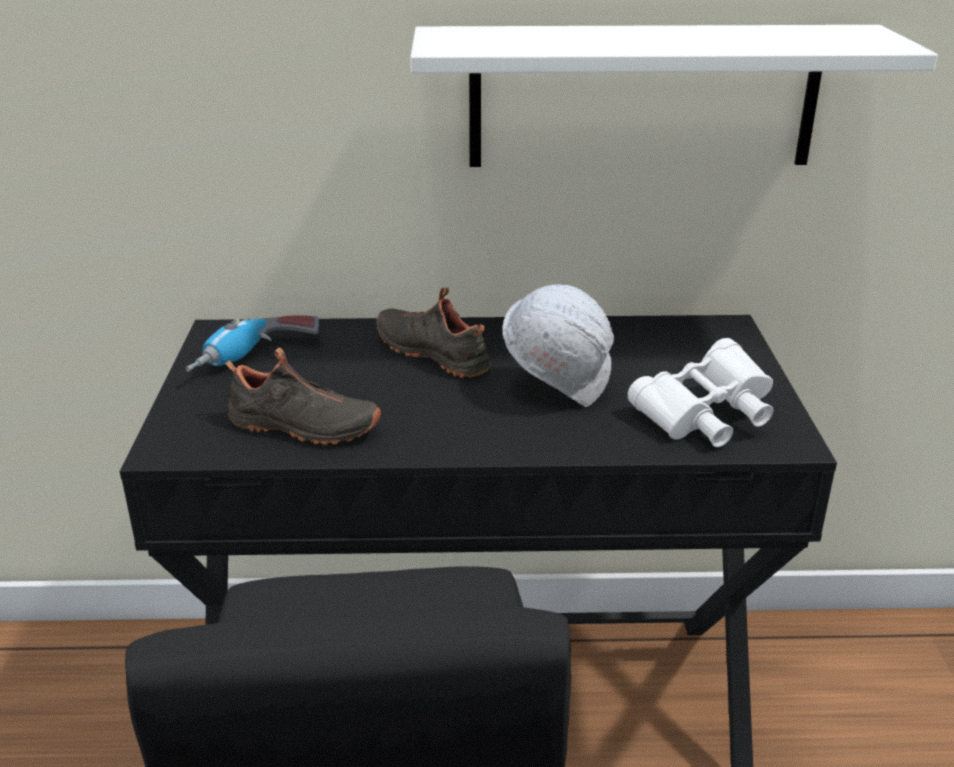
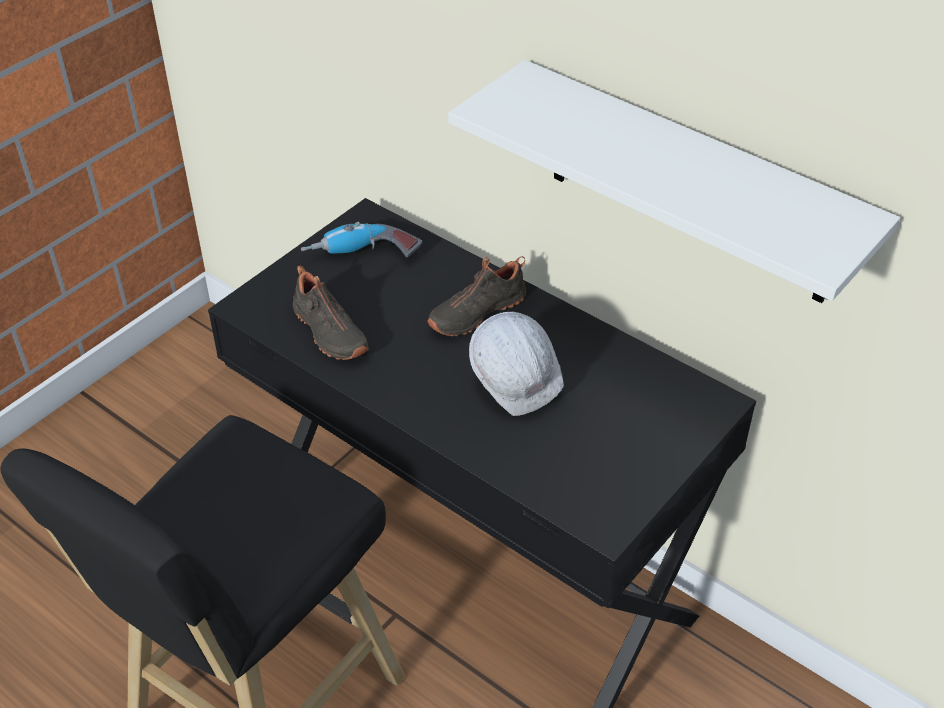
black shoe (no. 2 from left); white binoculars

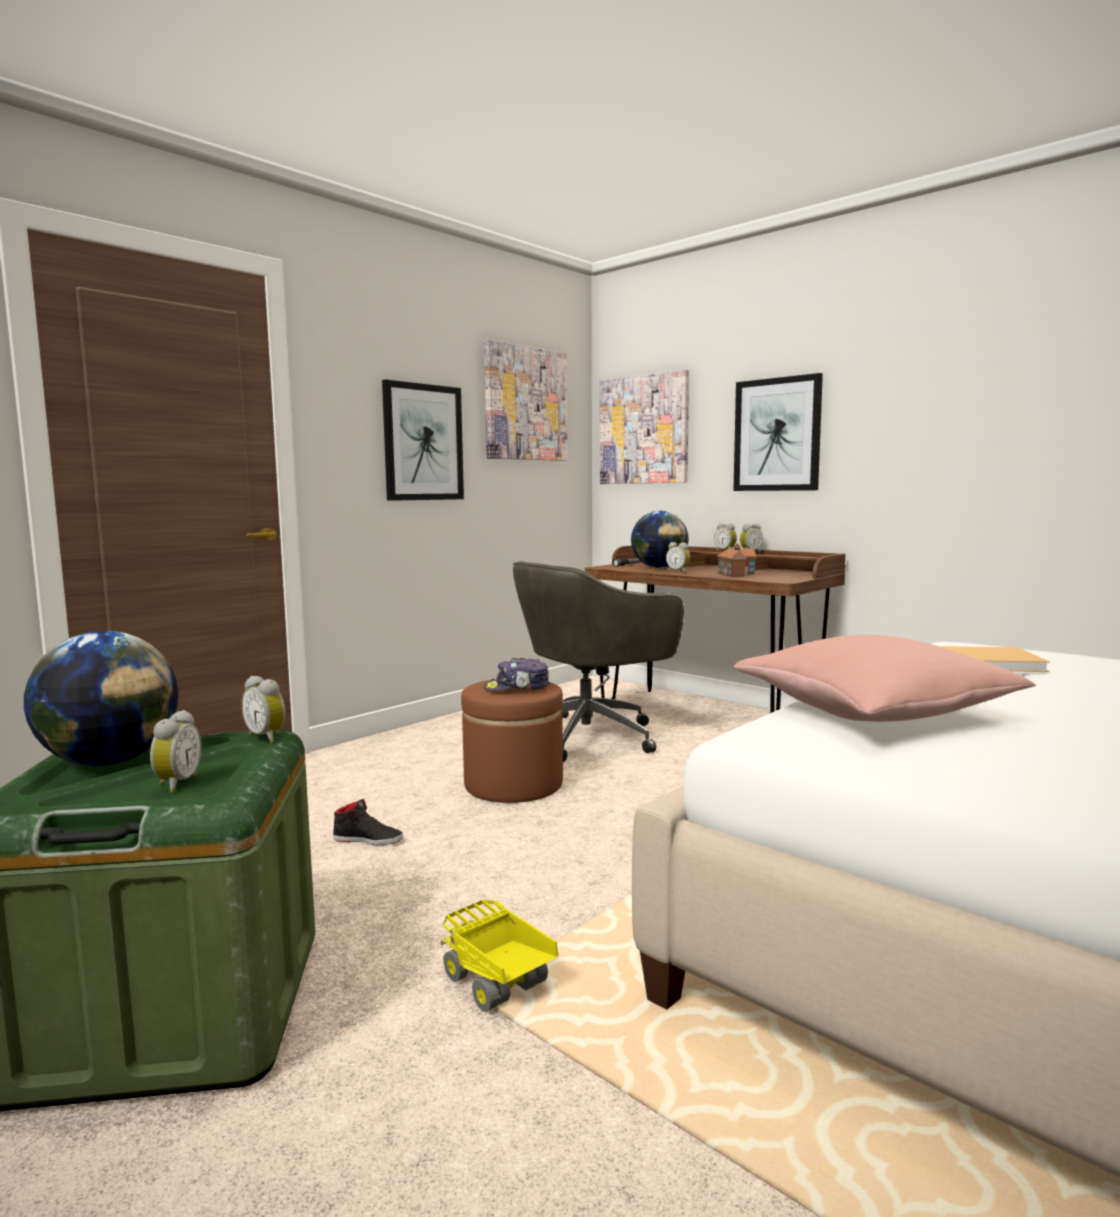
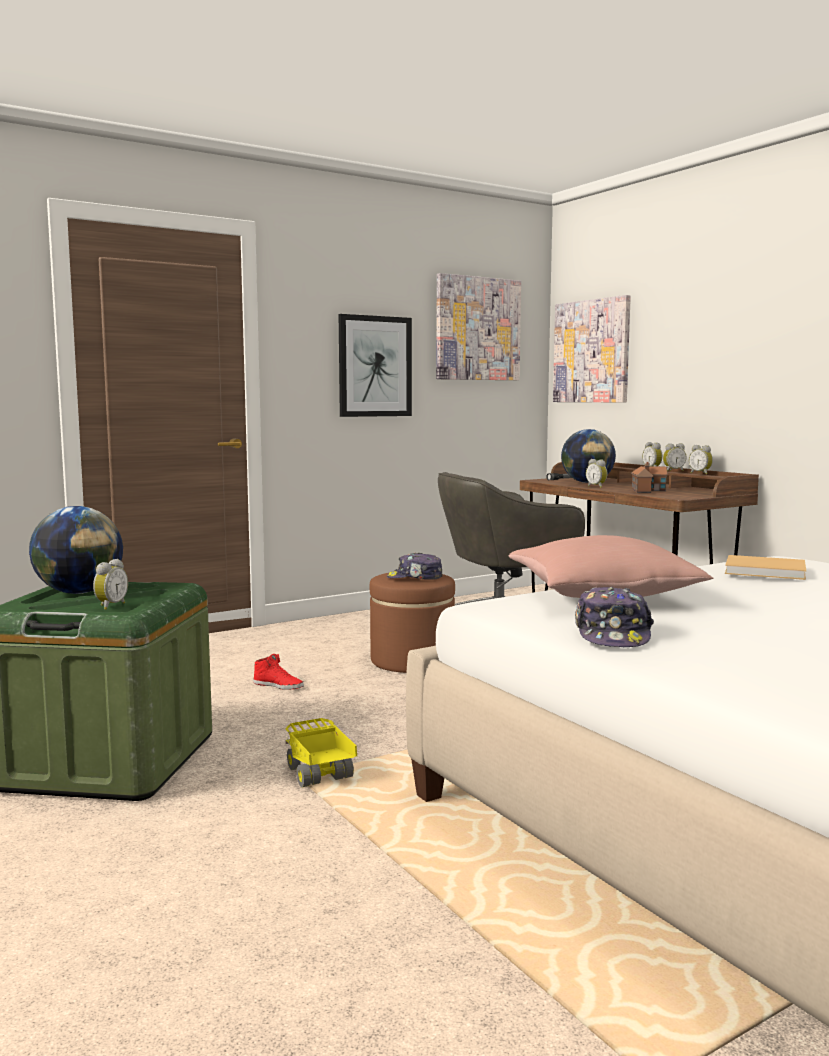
picture (no. 4 from left in the first image); alarm clock (no. 5 from left); red shoe; cap (no. 2 from left)

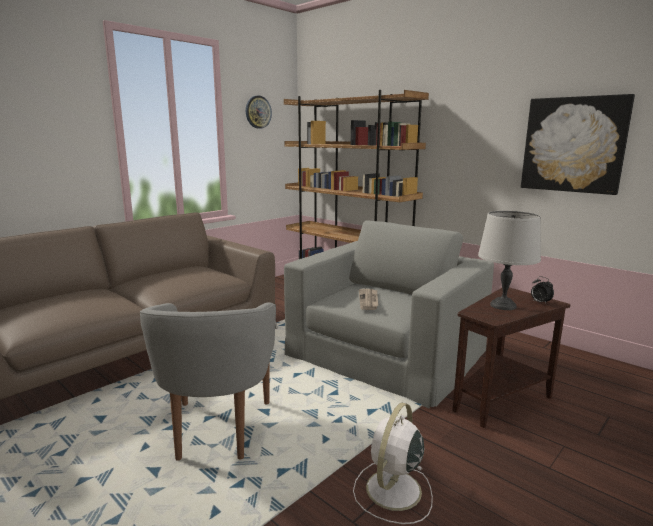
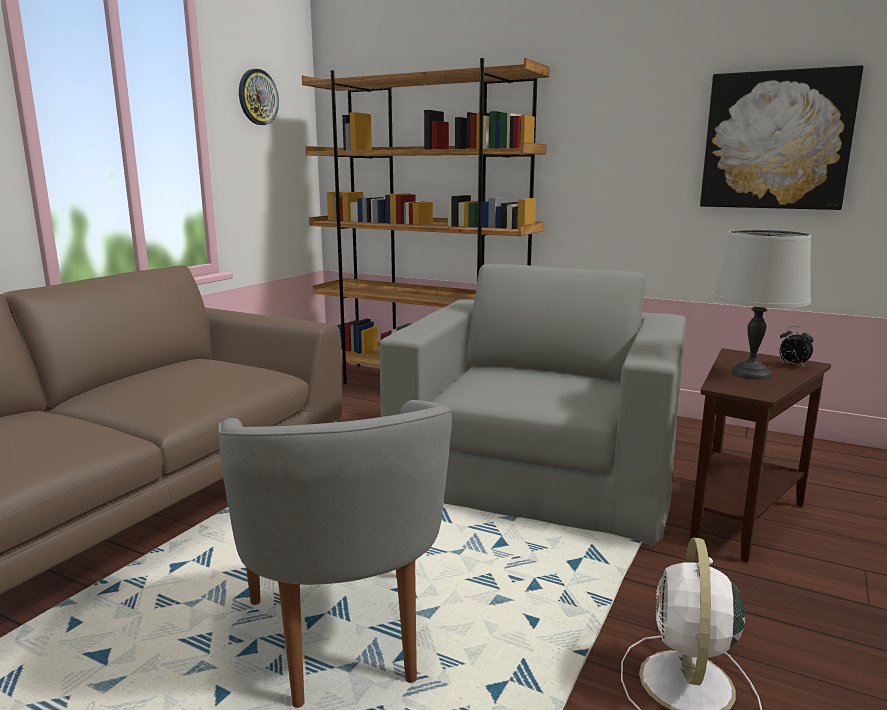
newspaper

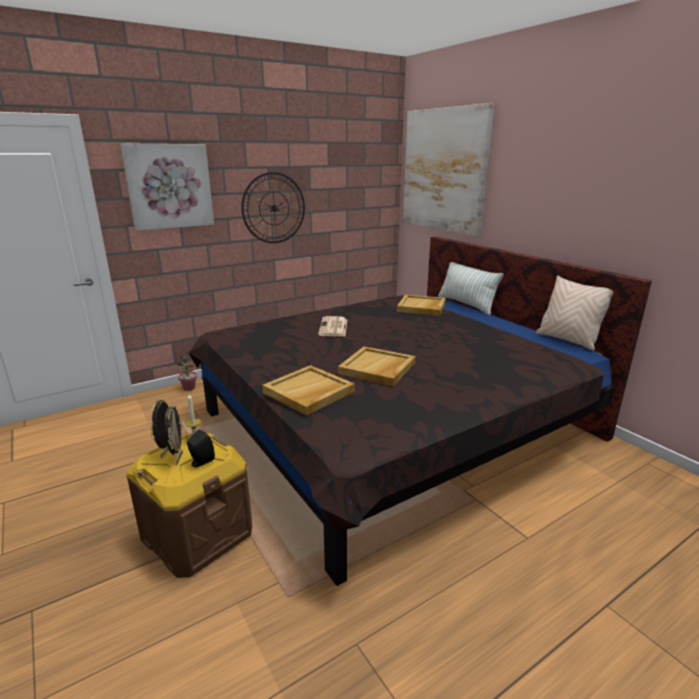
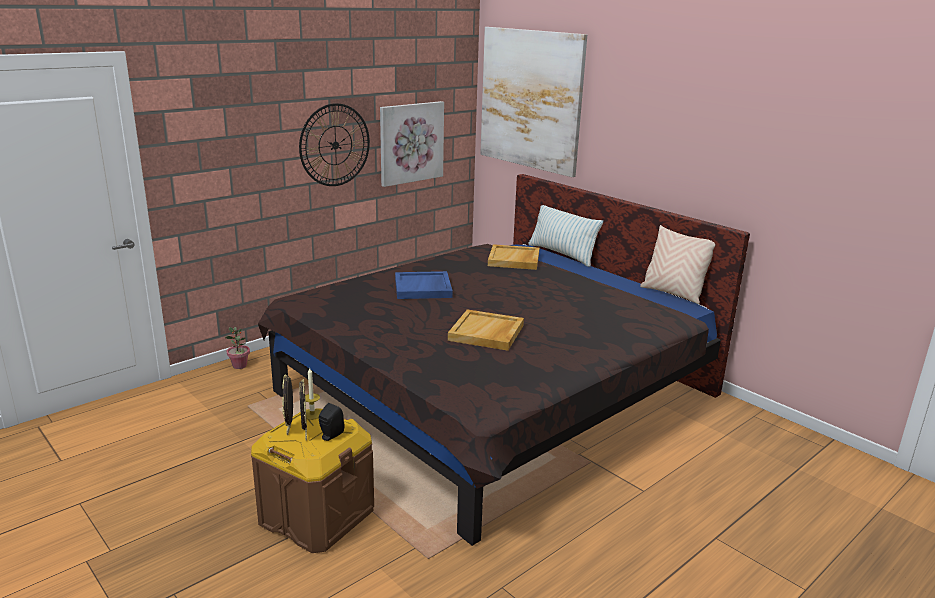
picture (no. 1 from left); blue tray; beige tray (no. 1 from left in the first image)

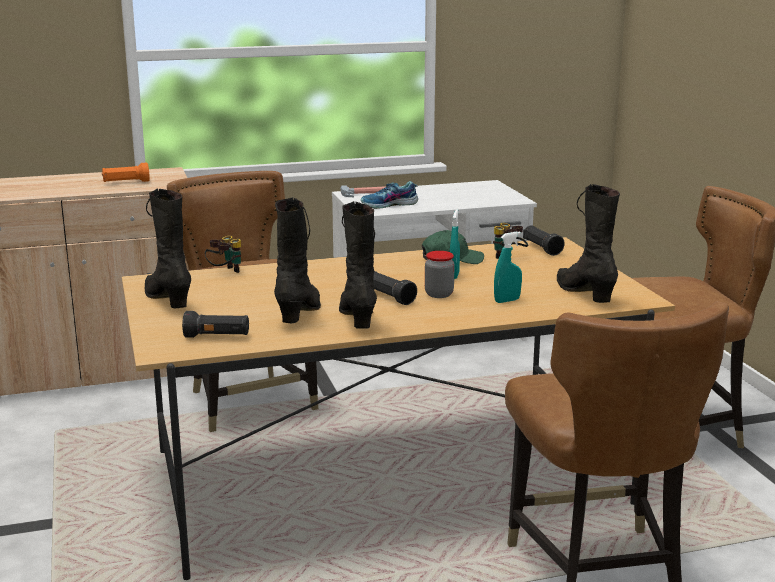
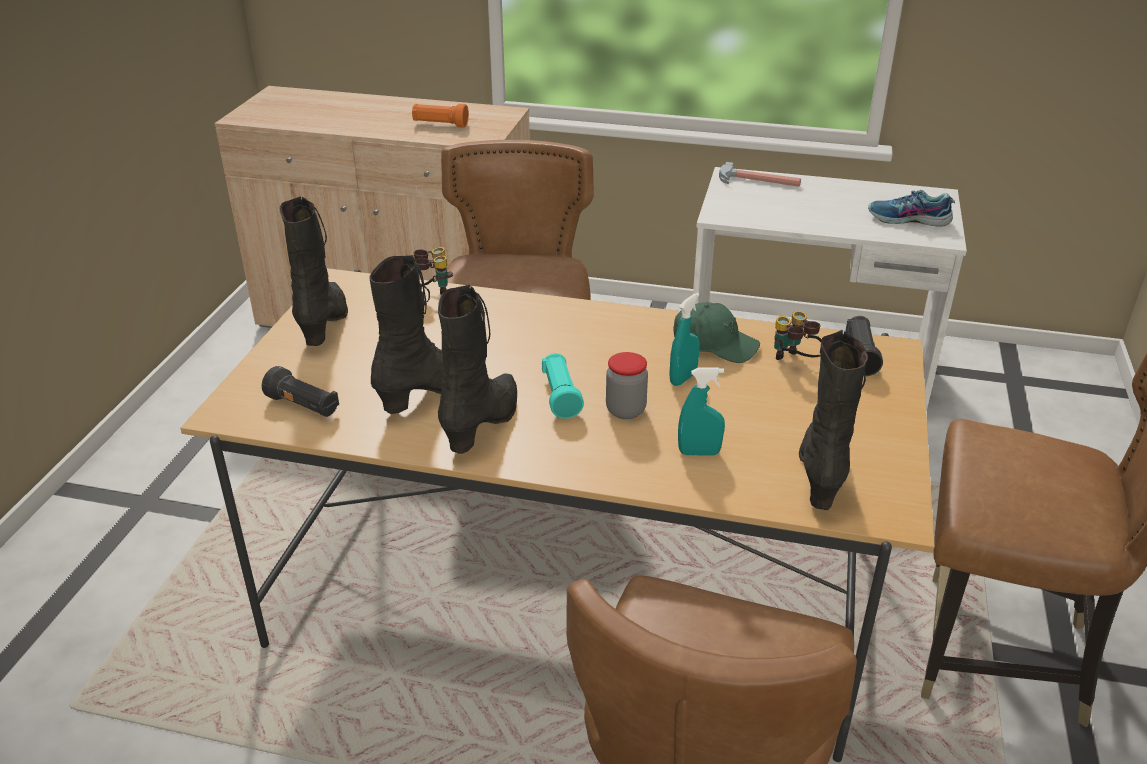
shoe; turquoise flashlight

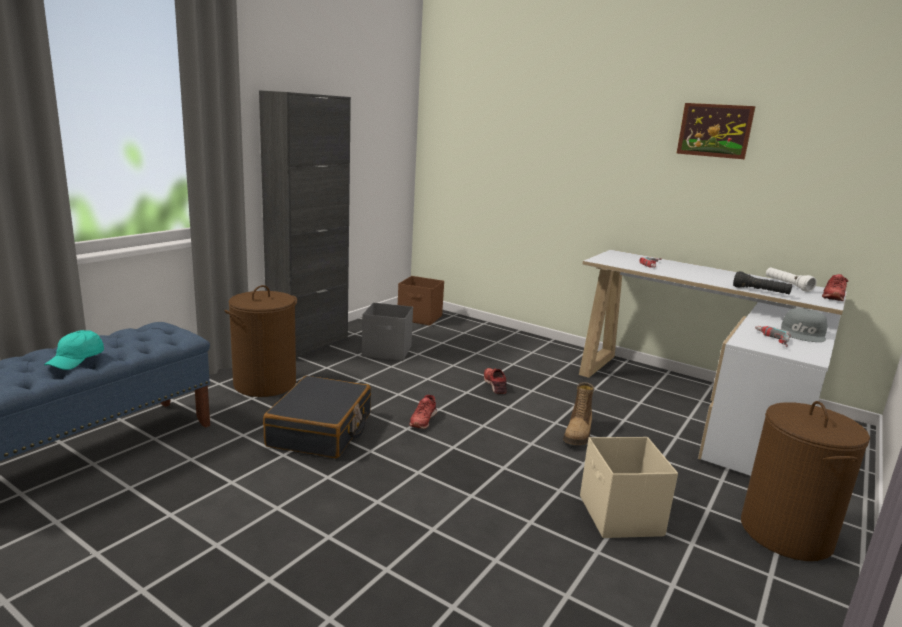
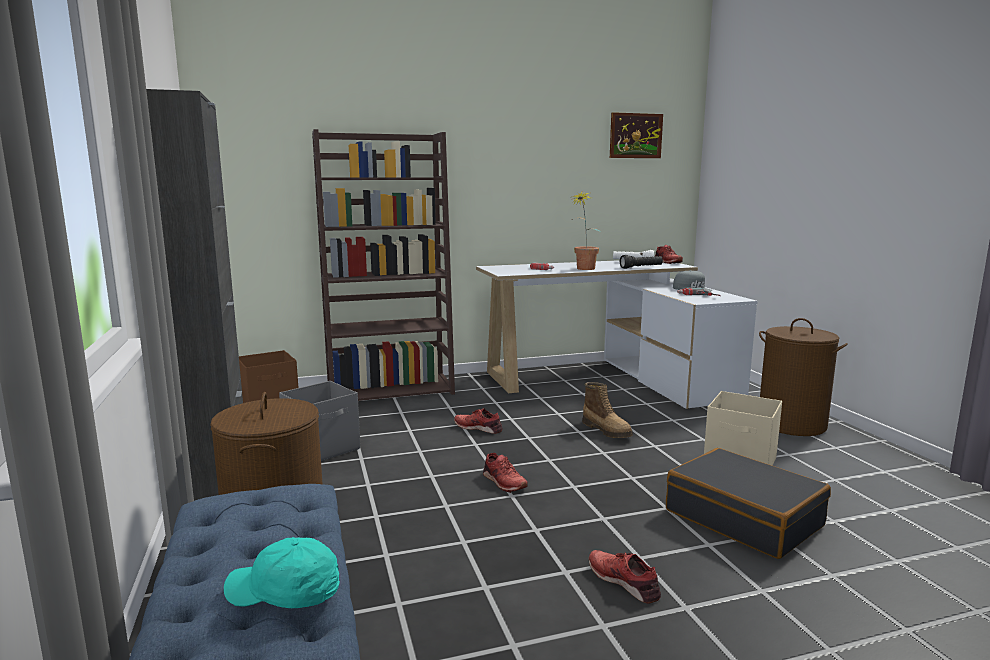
picture; turquoise cap; black suitcase; brown bookcase; potted plant; red shoe (no. 3 from left)

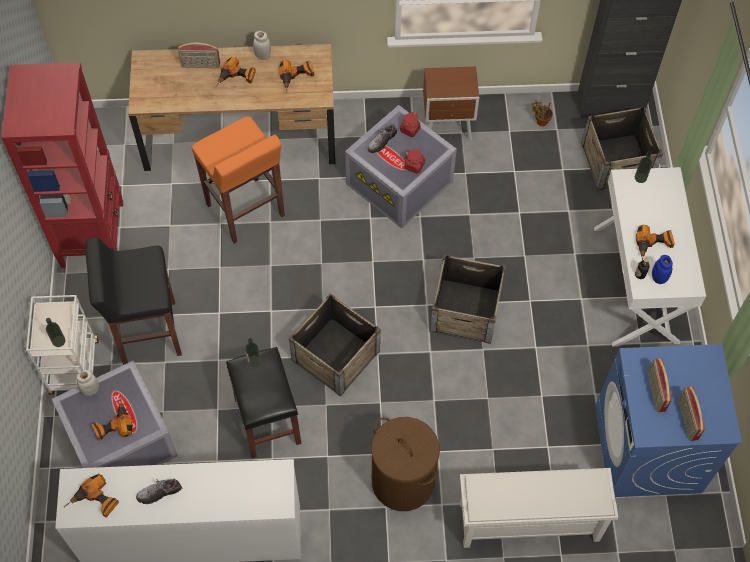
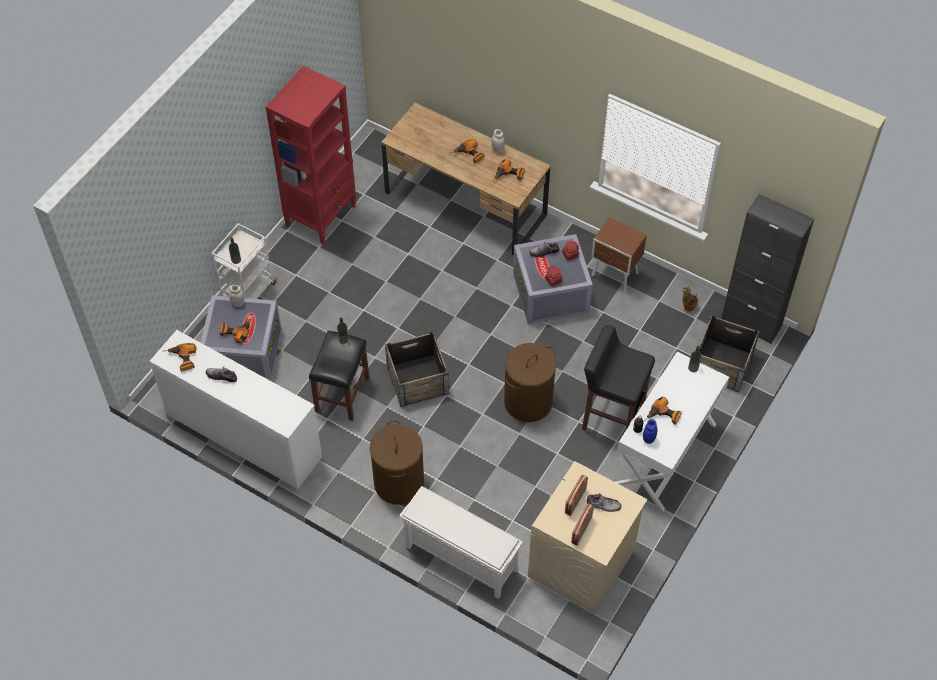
radio (no. 1 from left in the first image); orange stool; black stool (no. 2 from left); brown laundry basket (no. 2 from left); beige washing machine; shoe (no. 3 from left)

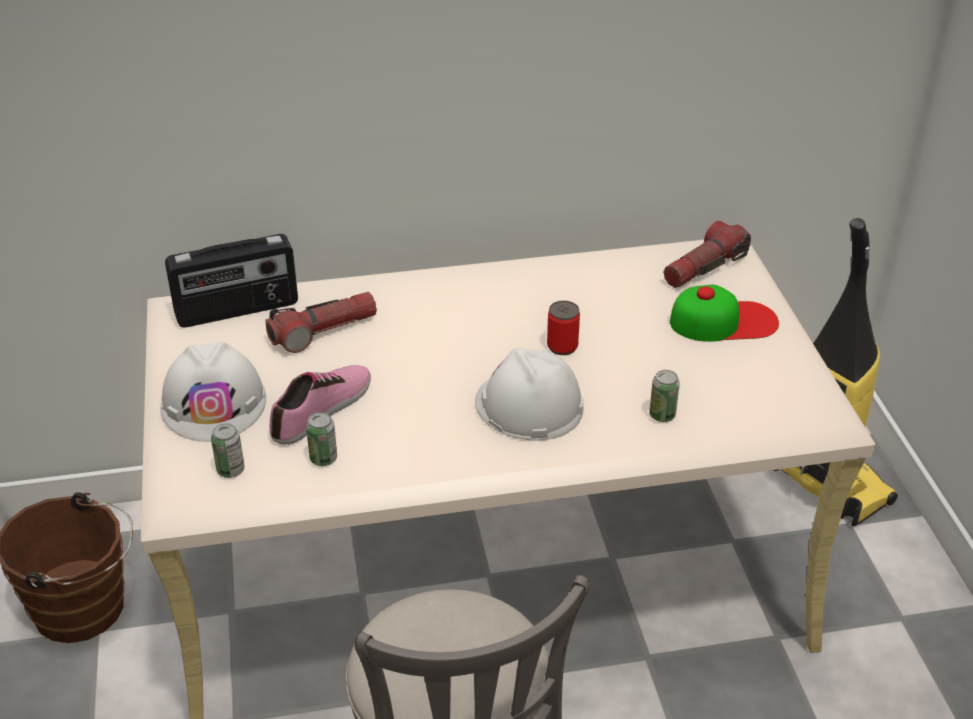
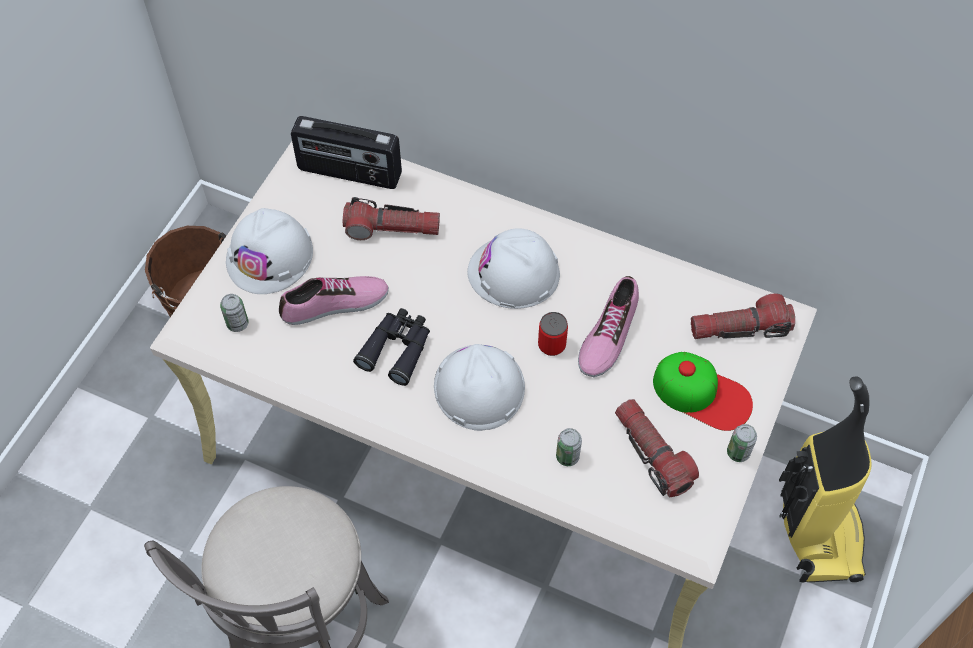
can (no. 4 from left); white hard hat (no. 3 from left); shoe (no. 2 from left); black binoculars; flashlight (no. 2 from left)

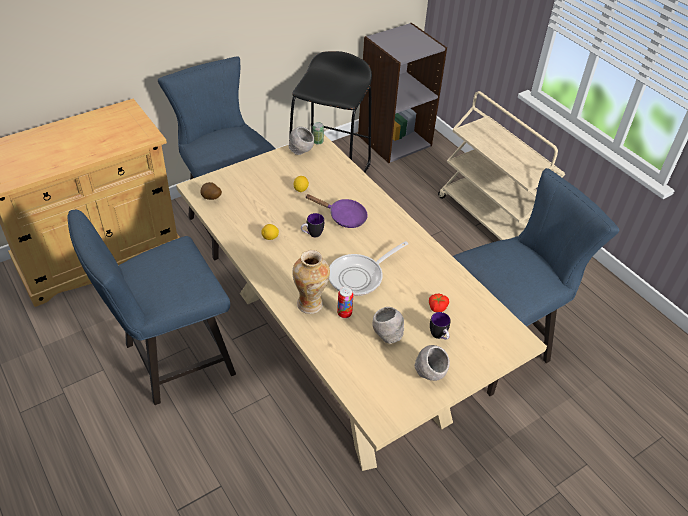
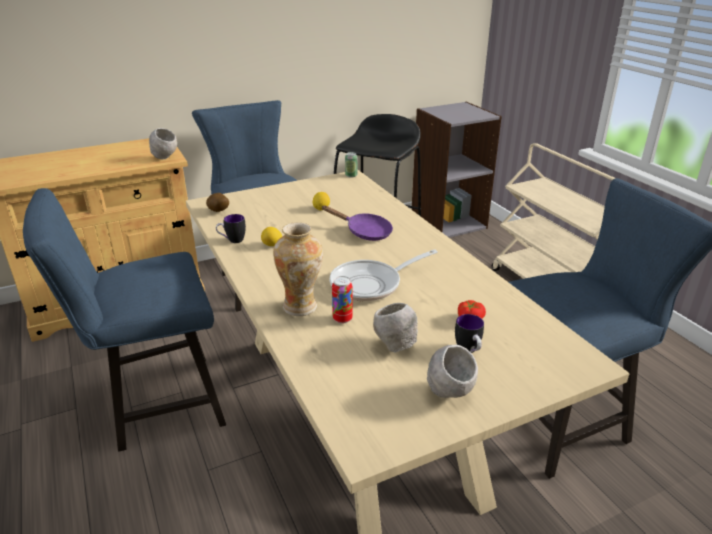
grey bowl (no. 1 from left); mug (no. 1 from left)

